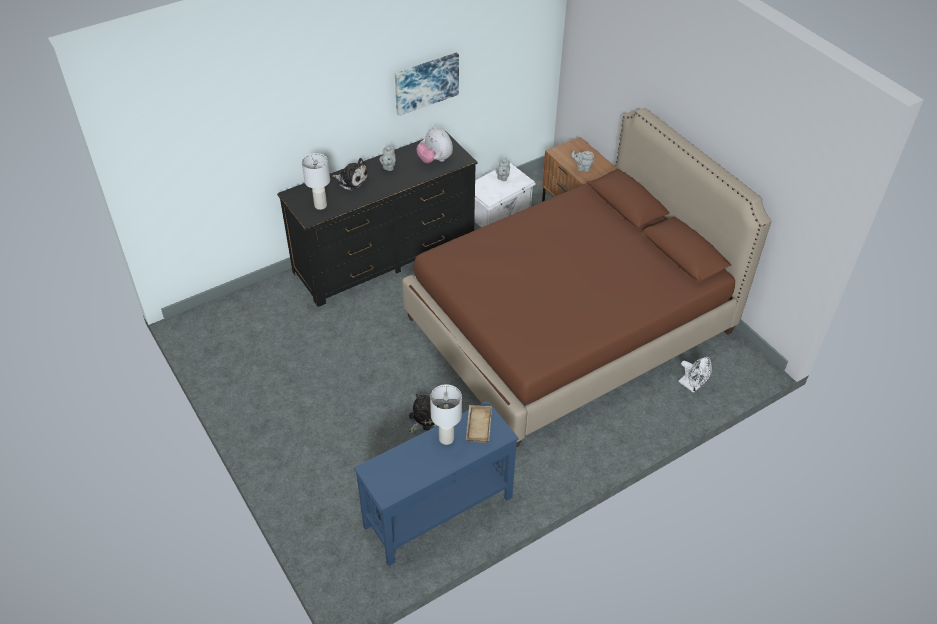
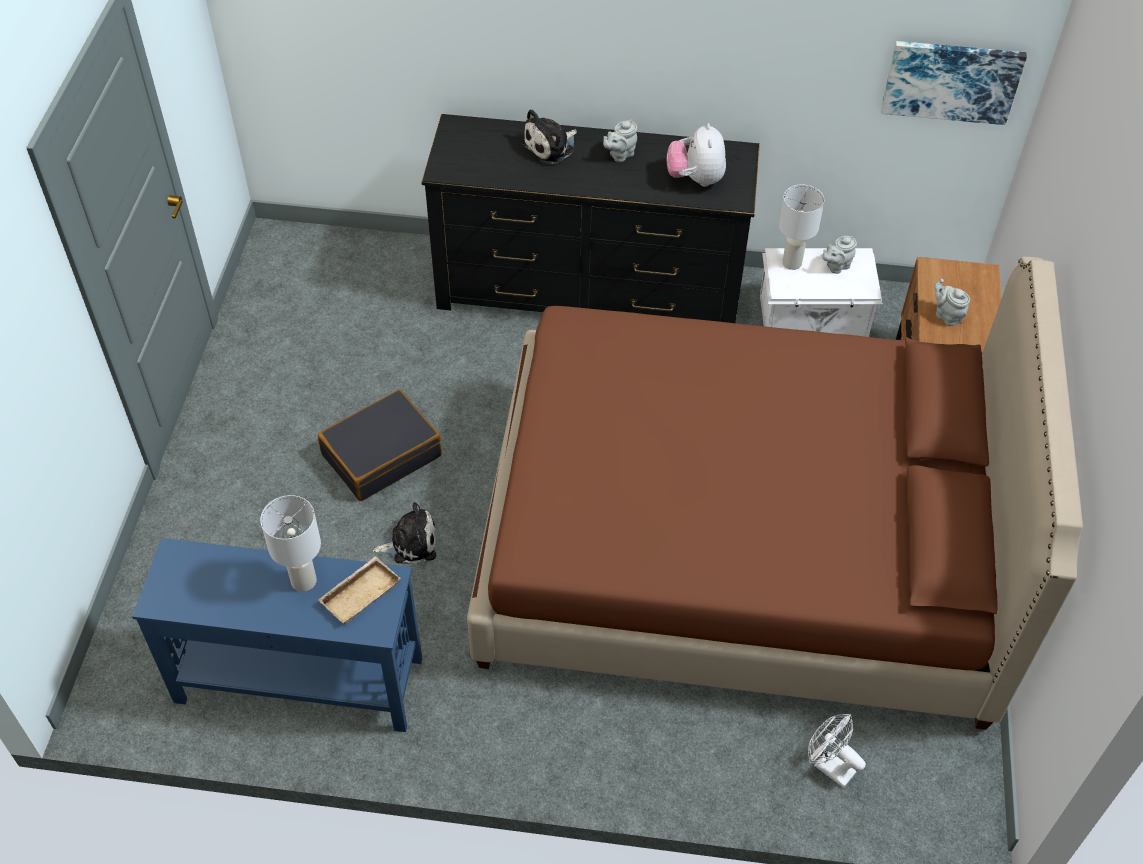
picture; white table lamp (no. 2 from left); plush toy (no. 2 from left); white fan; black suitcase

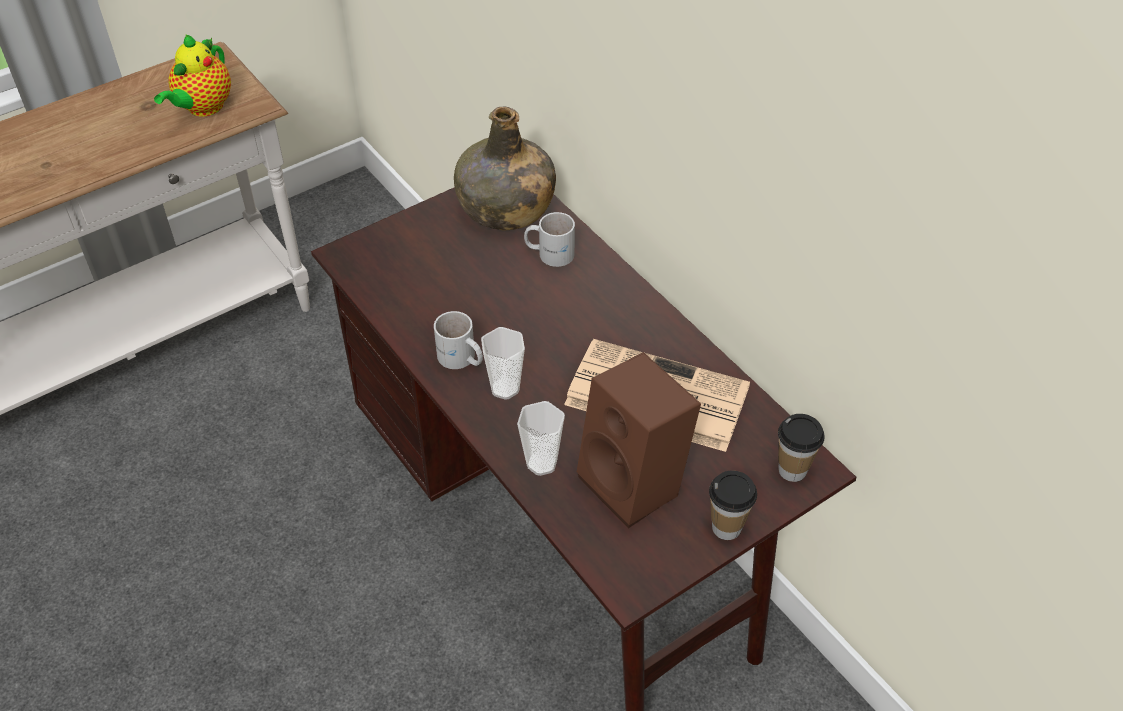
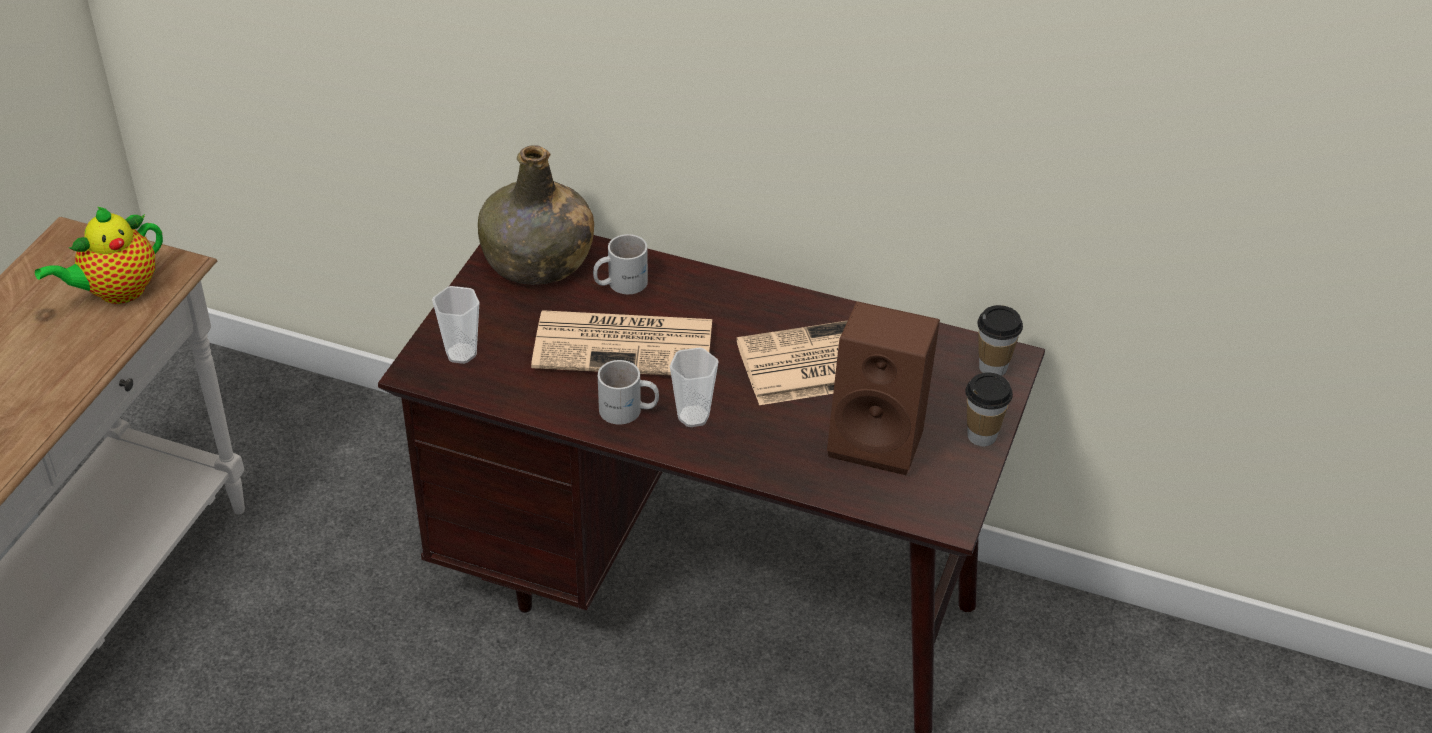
teapot; cup (no. 1 from left); newspaper (no. 1 from left)

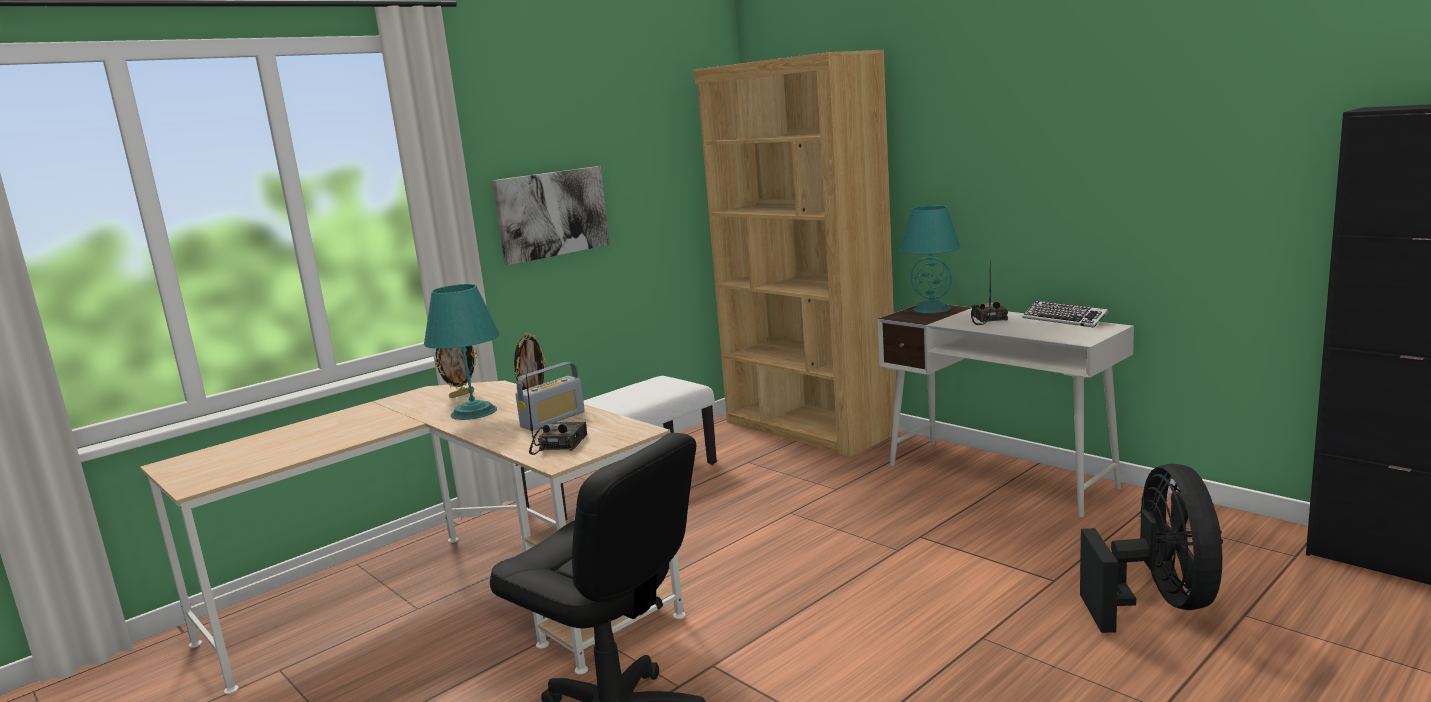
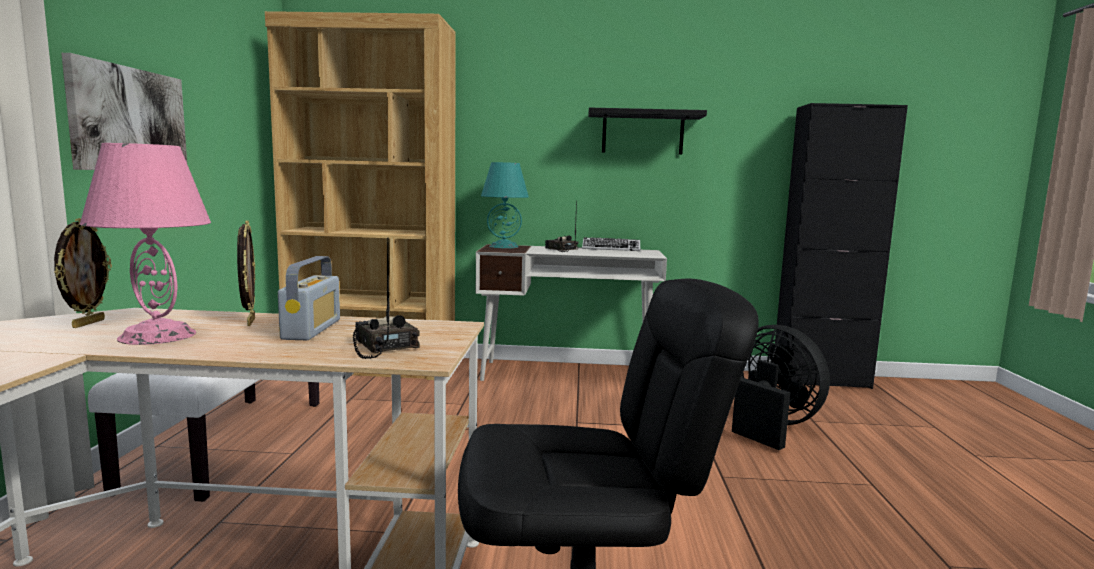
pink table lamp; black shelf

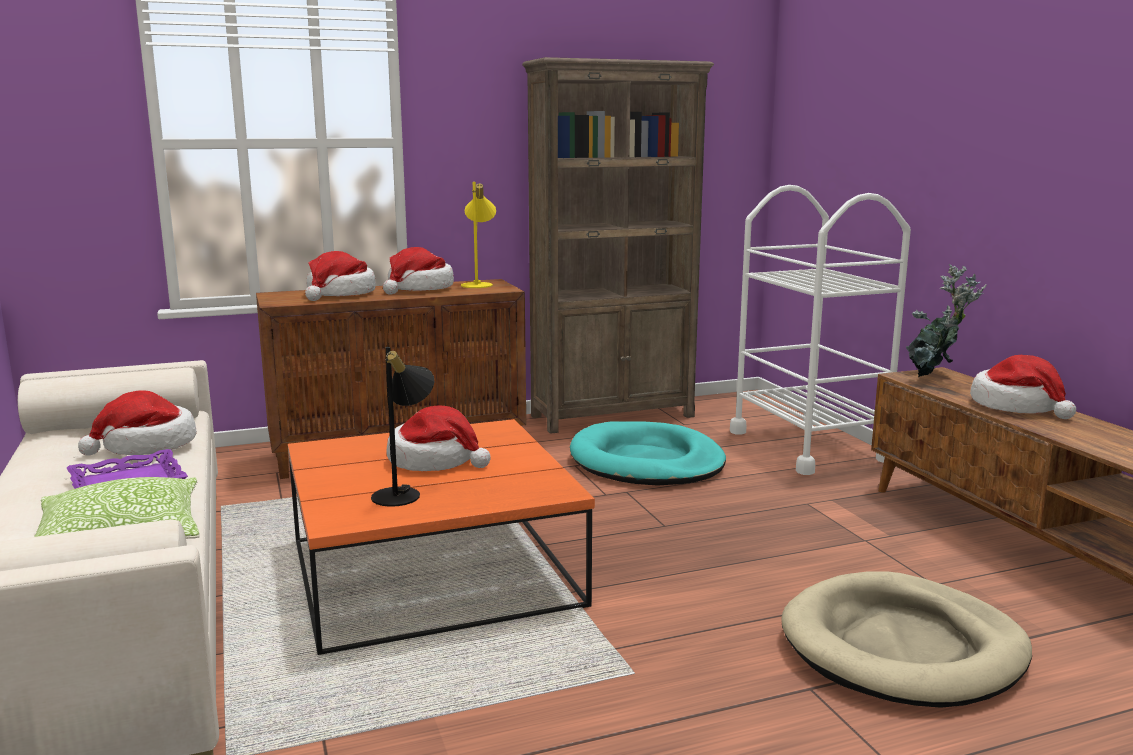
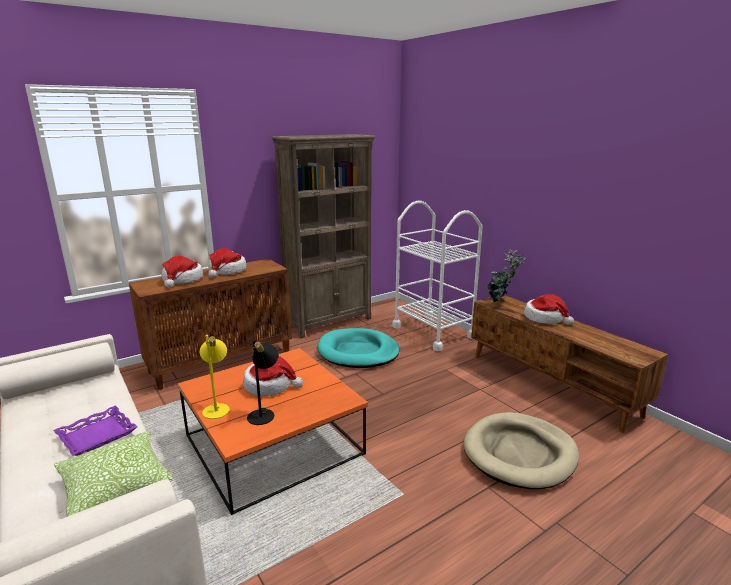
yellow table lamp; hat (no. 1 from left in the first image)

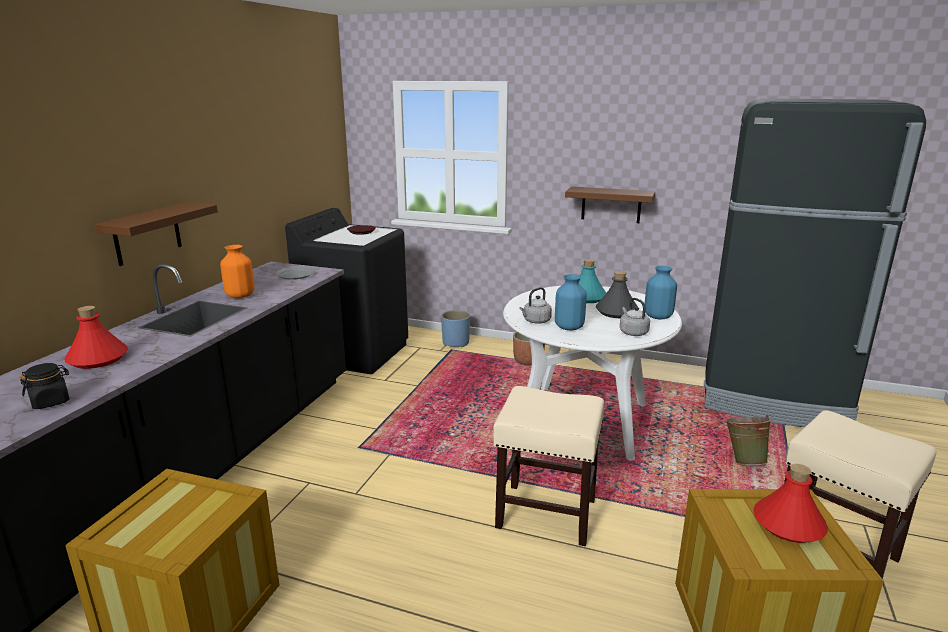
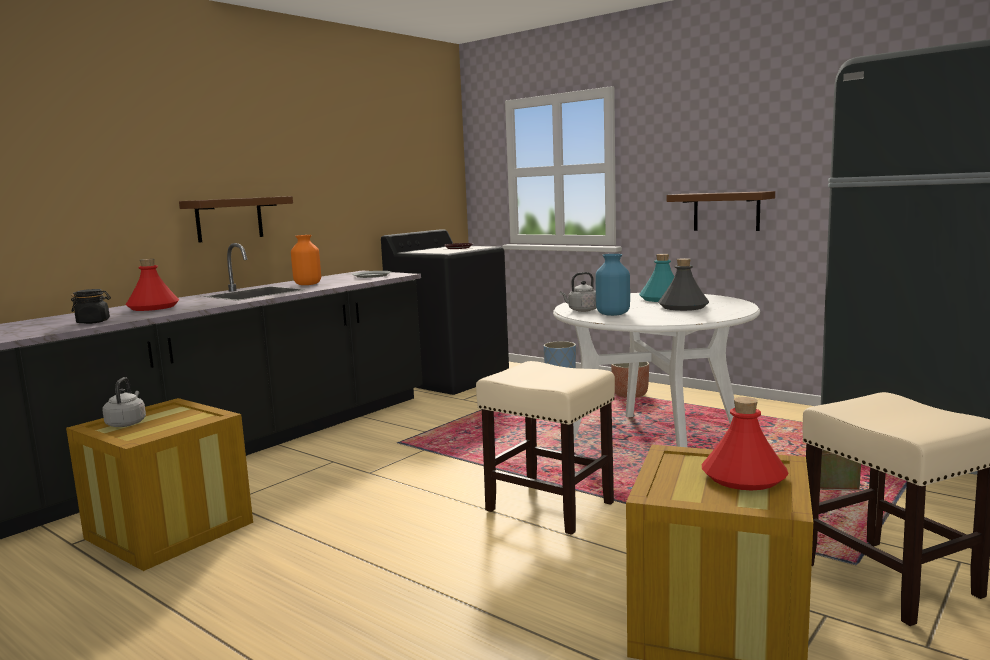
blue vase (no. 2 from left in the first image); grey kettle (no. 1 from left)

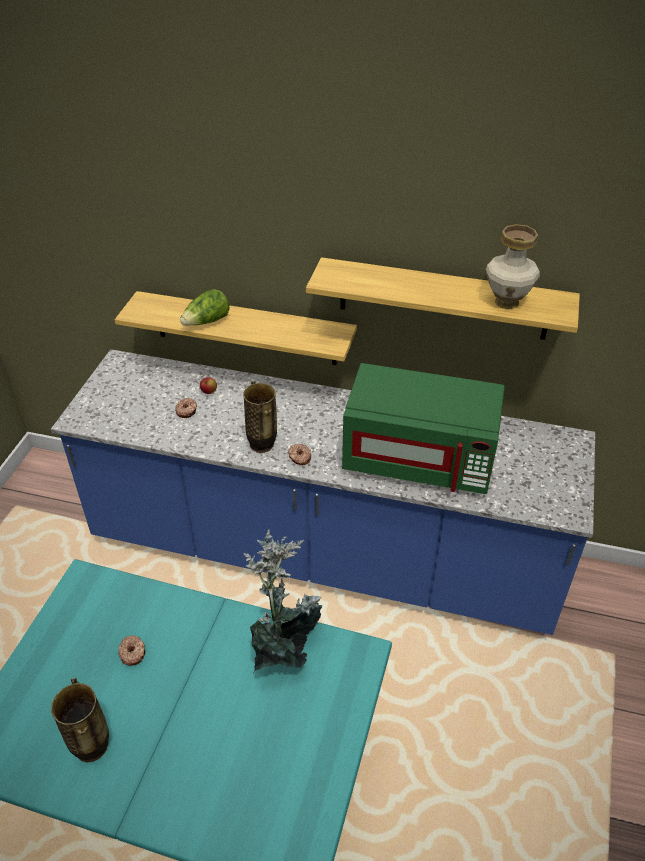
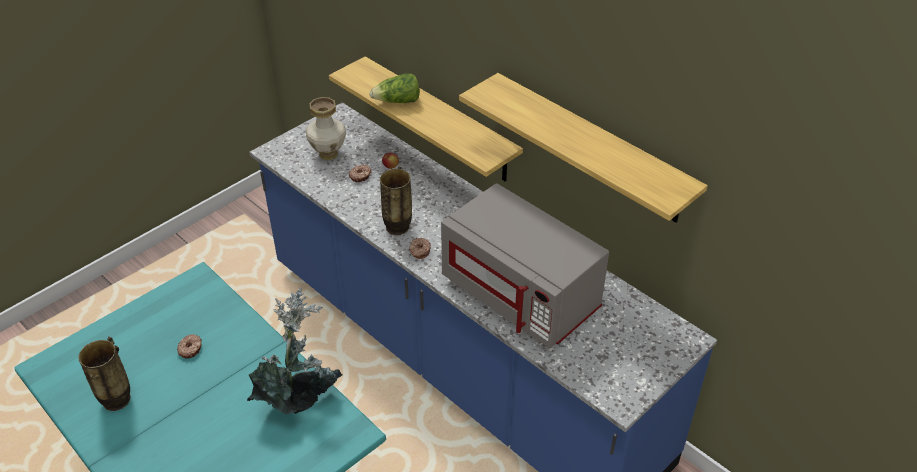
vase (no. 2 from left); grey microwave

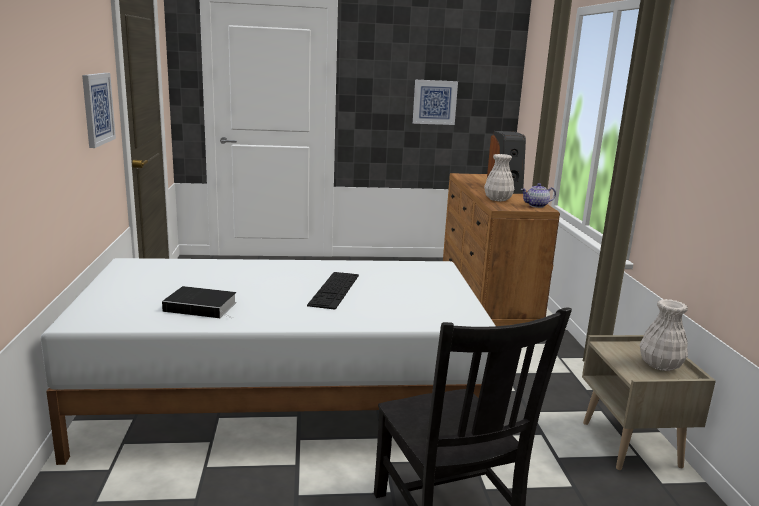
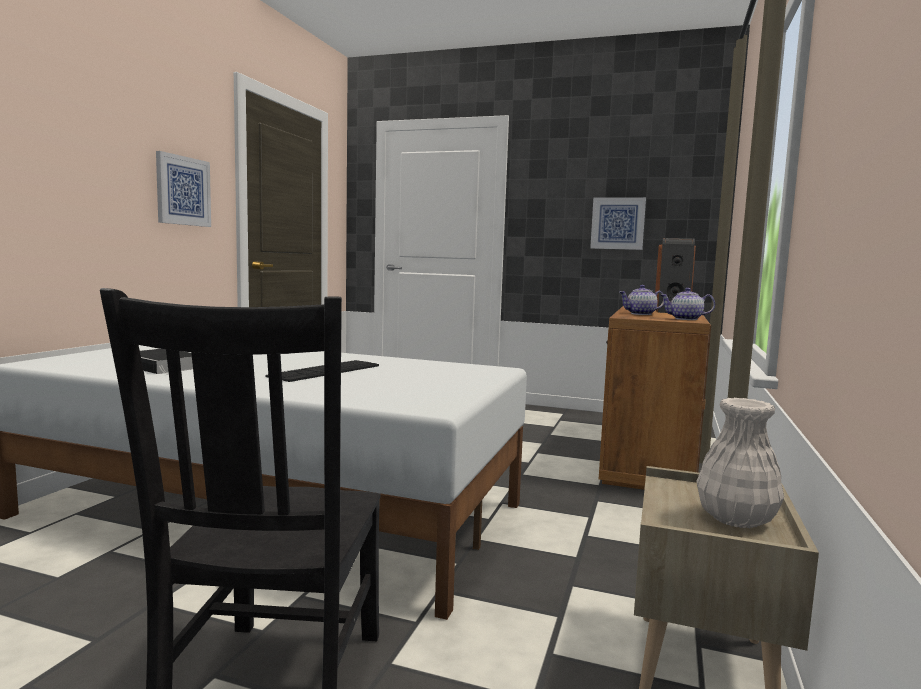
teapot (no. 1 from left)

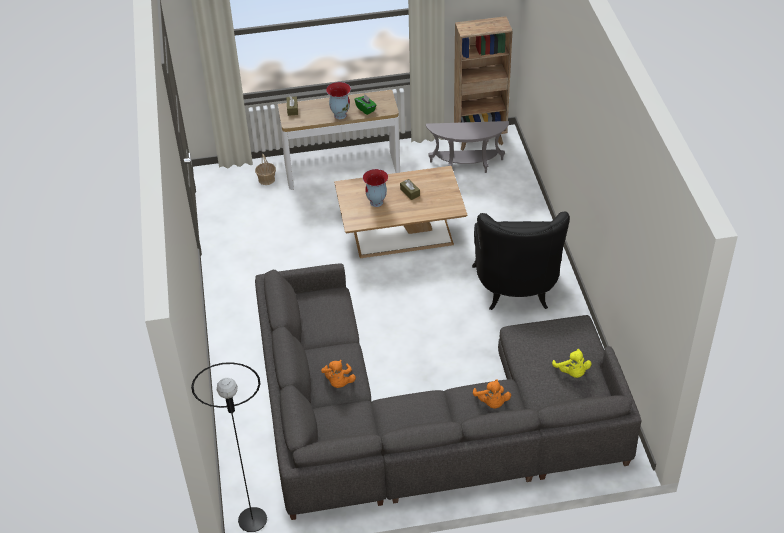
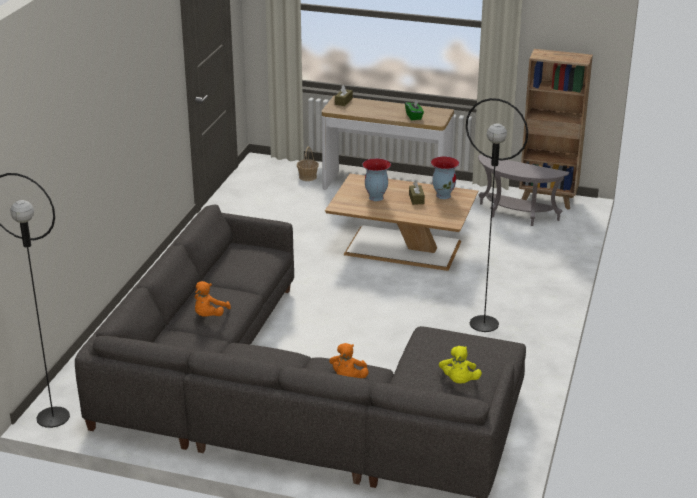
vase (no. 2 from left); black floor lamp (no. 2 from left)

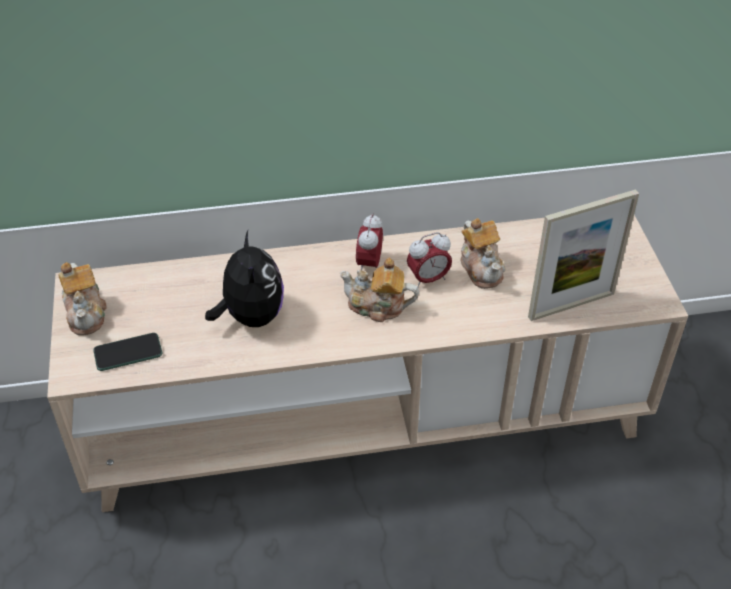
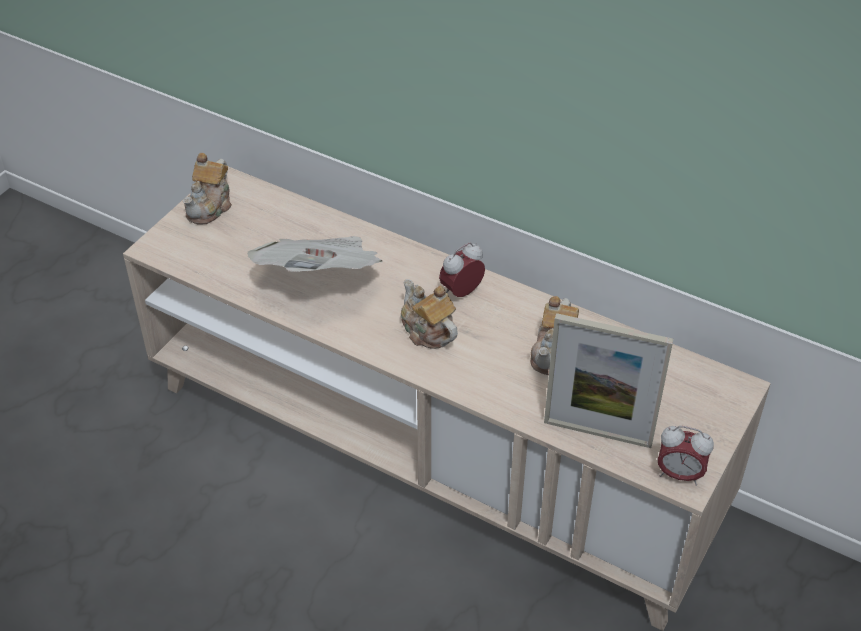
newspaper; alarm clock (no. 2 from left); phone

